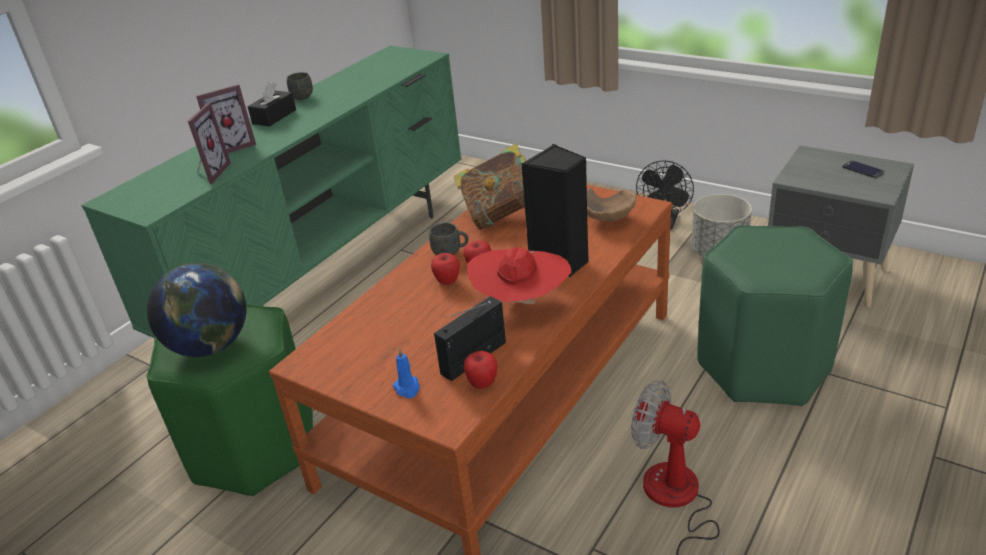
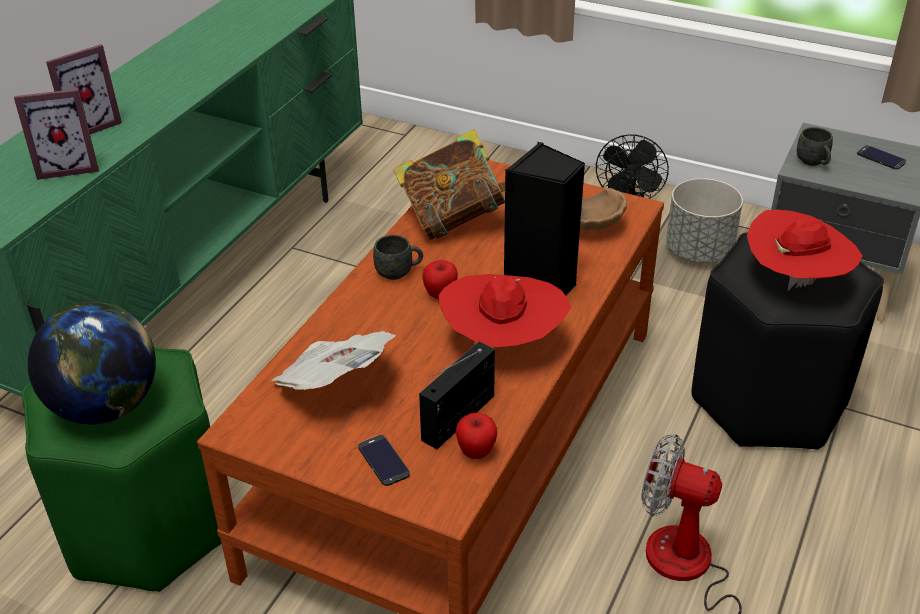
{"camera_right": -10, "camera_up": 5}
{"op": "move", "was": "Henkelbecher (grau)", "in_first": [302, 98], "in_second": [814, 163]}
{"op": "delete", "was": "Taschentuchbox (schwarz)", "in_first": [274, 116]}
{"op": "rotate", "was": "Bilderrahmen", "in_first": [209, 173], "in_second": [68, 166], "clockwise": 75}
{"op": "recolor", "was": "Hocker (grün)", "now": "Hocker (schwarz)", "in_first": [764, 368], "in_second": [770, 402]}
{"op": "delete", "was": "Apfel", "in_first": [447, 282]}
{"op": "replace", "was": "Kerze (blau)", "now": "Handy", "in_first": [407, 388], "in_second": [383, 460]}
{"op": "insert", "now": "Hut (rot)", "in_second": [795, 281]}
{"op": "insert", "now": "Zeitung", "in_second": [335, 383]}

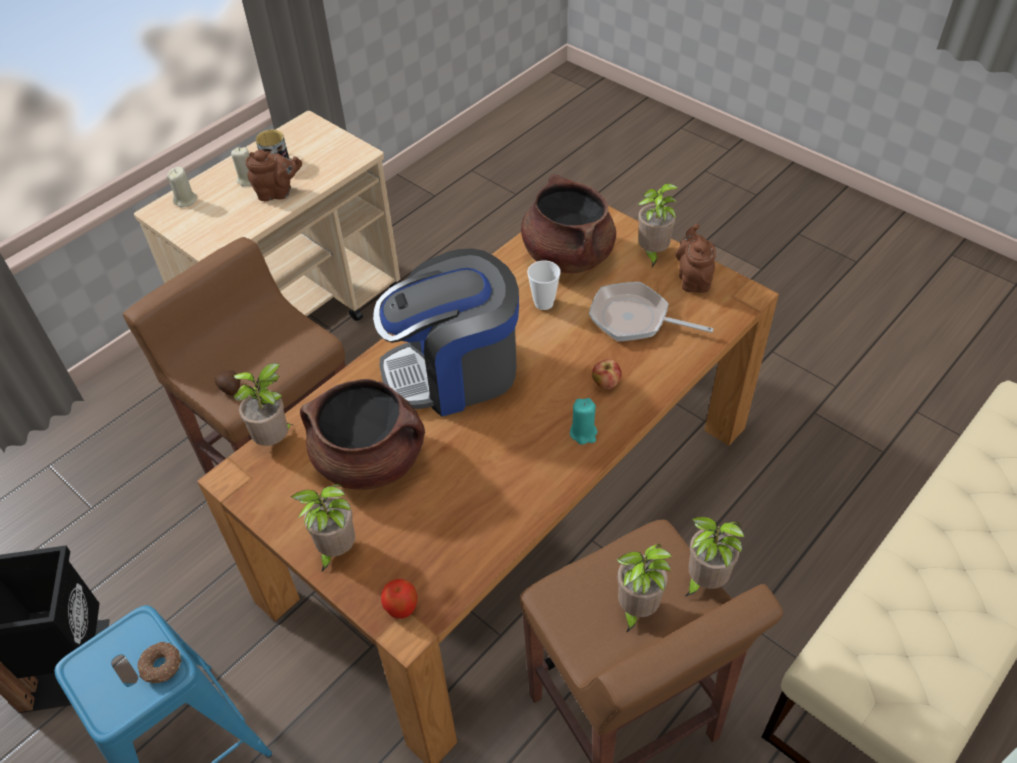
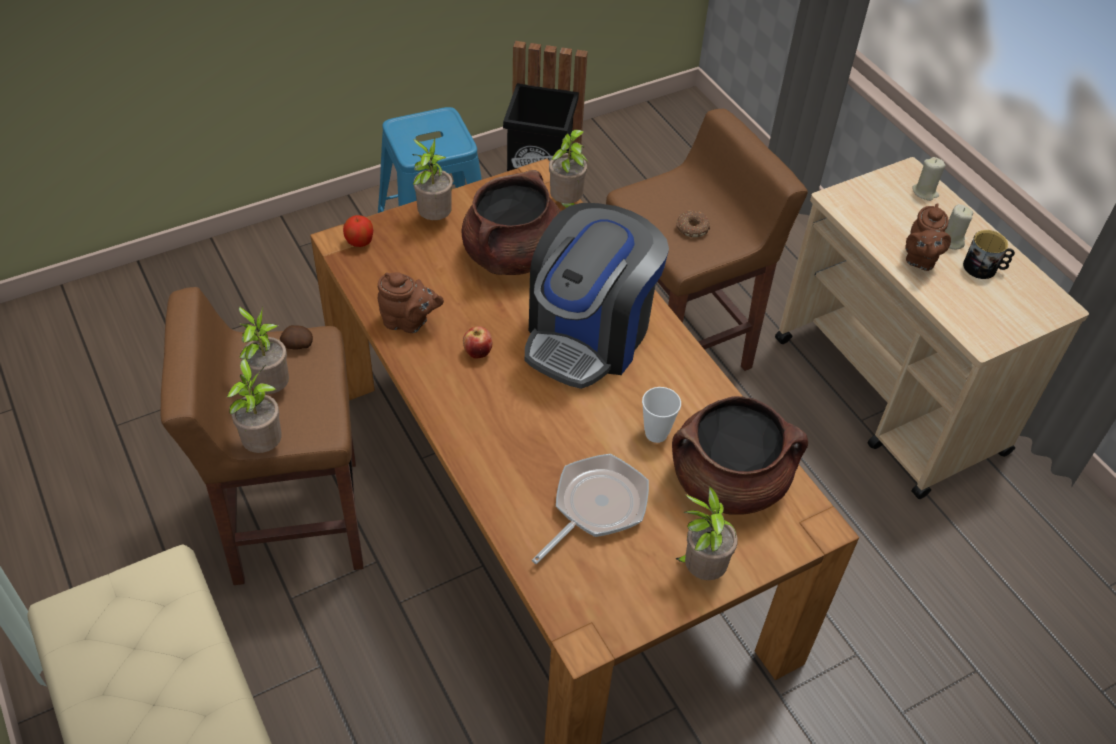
{"camera_right": 105, "camera_up": 0}
{"op": "move", "was": "Teekanne (braun)", "in_first": [693, 279], "in_second": [409, 322]}
{"op": "rotate", "was": "Kaffeemaschine", "in_first": [454, 372], "in_second": [589, 334], "clockwise": -150}
{"op": "move", "was": "Apfel", "in_first": [606, 384], "in_second": [478, 352]}
{"op": "move", "was": "Kartoffel", "in_first": [231, 389], "in_second": [297, 345]}
{"op": "delete", "was": "Kerze (türkis)", "in_first": [583, 433]}
{"op": "move", "was": "Donut", "in_first": [161, 666], "in_second": [691, 228]}

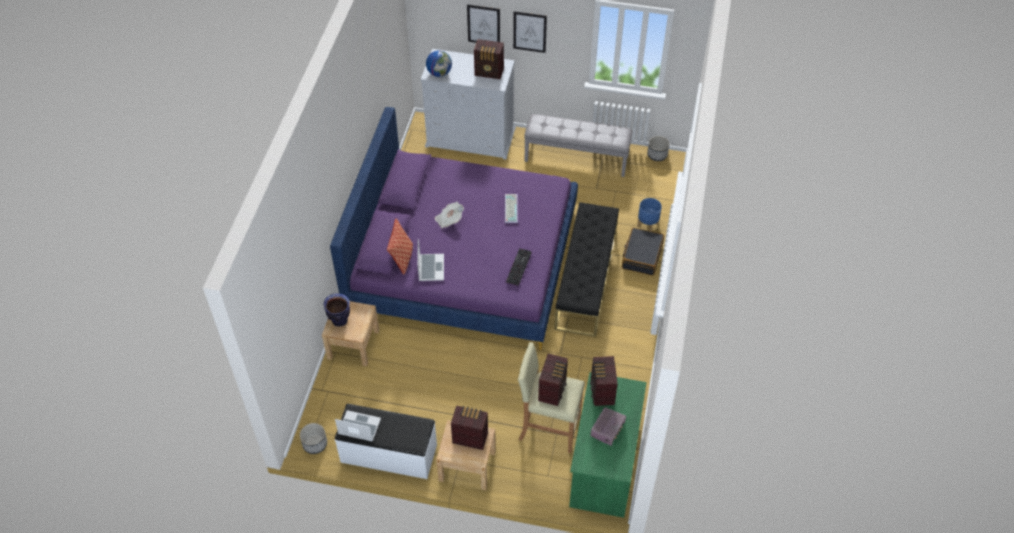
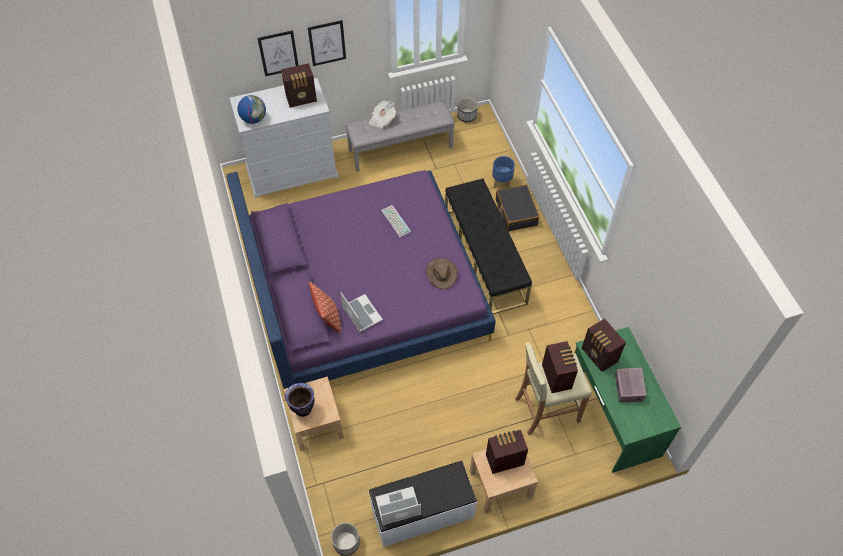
{"camera_right": -30, "camera_up": 5}
{"op": "move", "was": "Zeitung", "in_first": [449, 220], "in_second": [382, 119]}
{"op": "replace", "was": "Tastatur", "now": "Hut (braun)", "in_first": [518, 266], "in_second": [441, 273]}

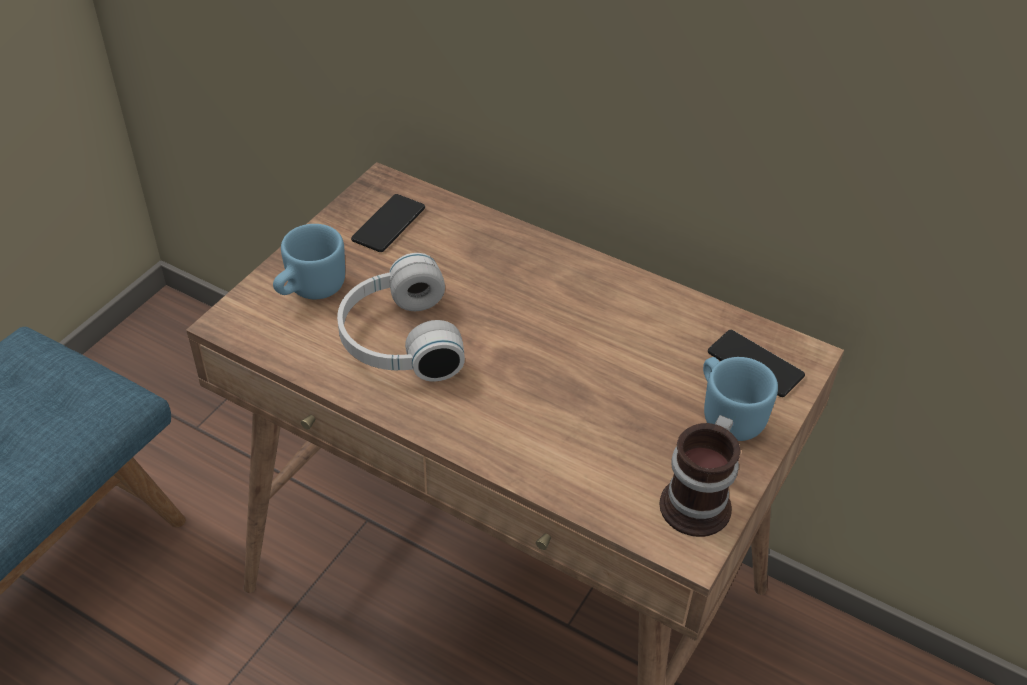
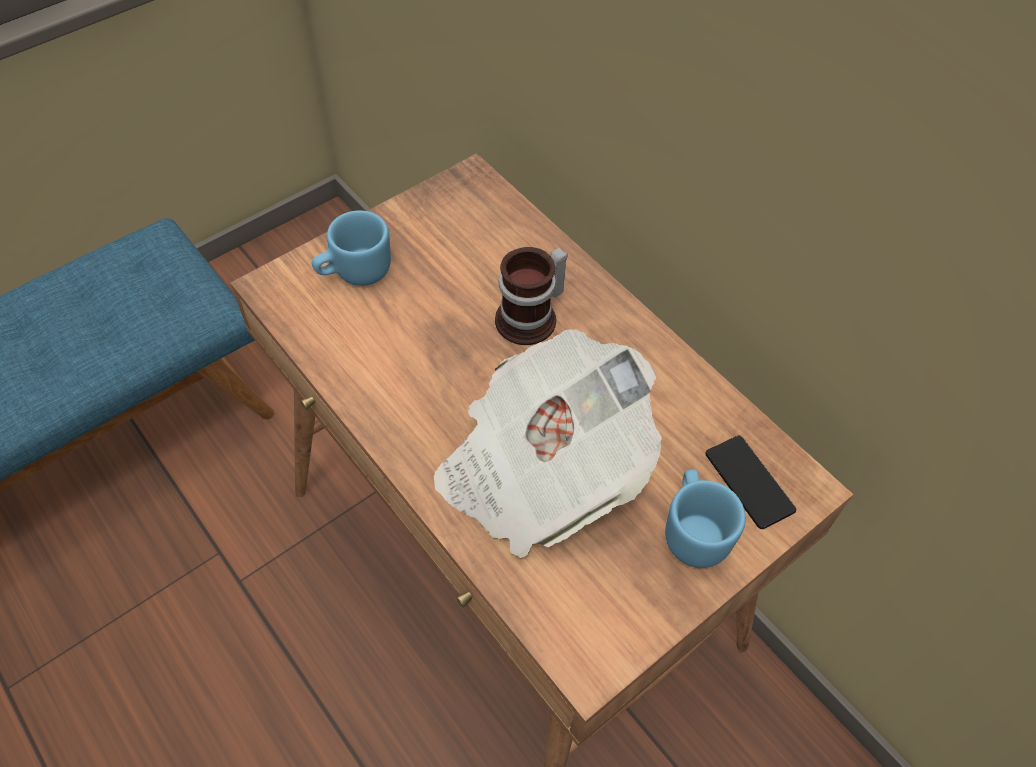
{"camera_right": 20, "camera_up": 10}
{"op": "delete", "was": "Handy", "in_first": [388, 224]}
{"op": "delete", "was": "Kopfhörer (weiß)", "in_first": [397, 339]}
{"op": "move", "was": "Henkelbecher", "in_first": [701, 502], "in_second": [532, 318]}
{"op": "insert", "now": "Zeitung", "in_second": [540, 469]}

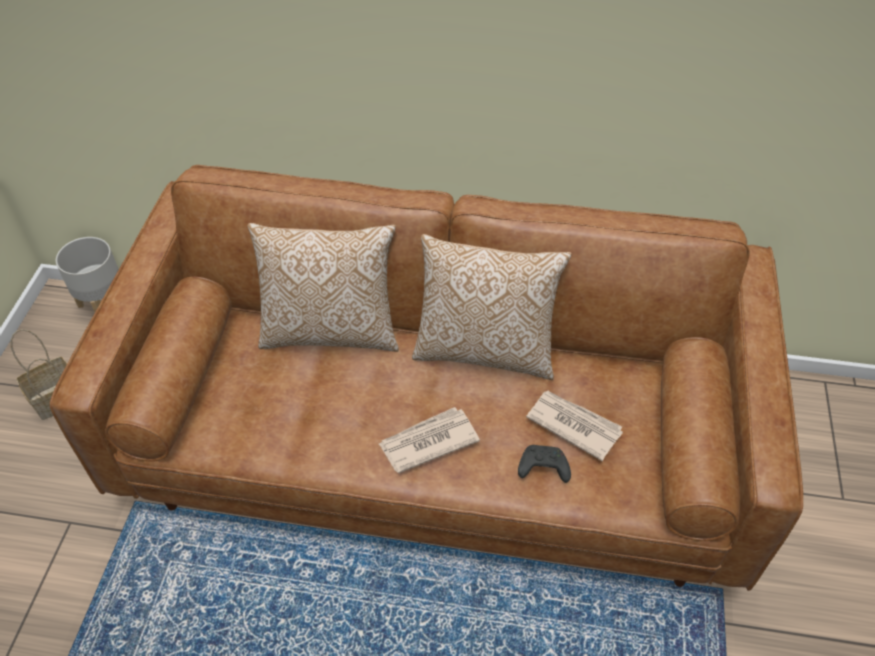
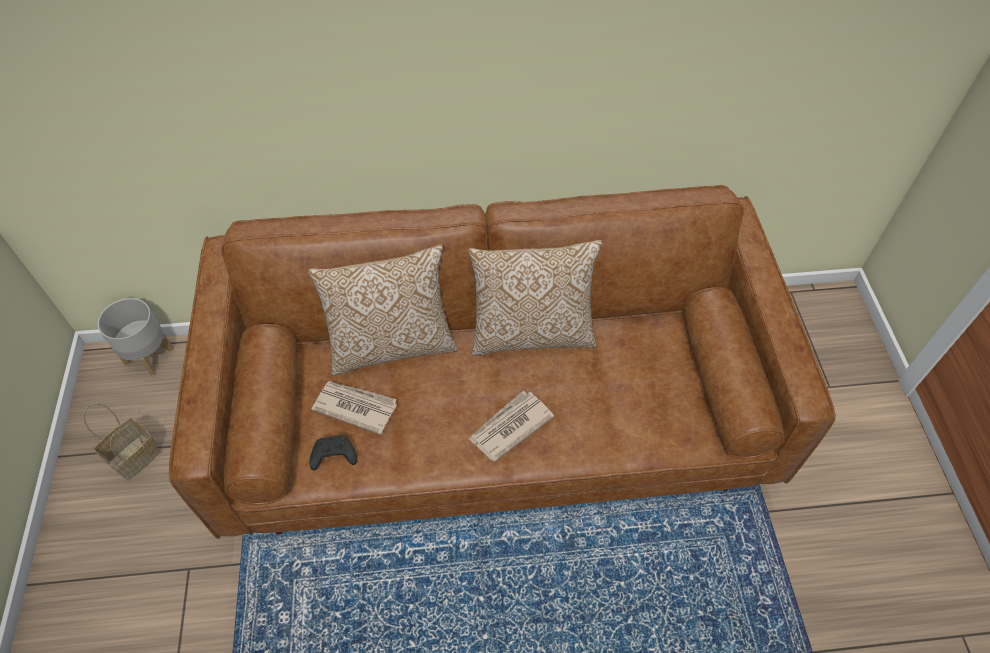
{"camera_right": -15, "camera_up": 5}
{"op": "move", "was": "Zeitung", "in_first": [573, 425], "in_second": [355, 407]}
{"op": "move", "was": "Gamepad (schwarz)", "in_first": [542, 468], "in_second": [333, 456]}

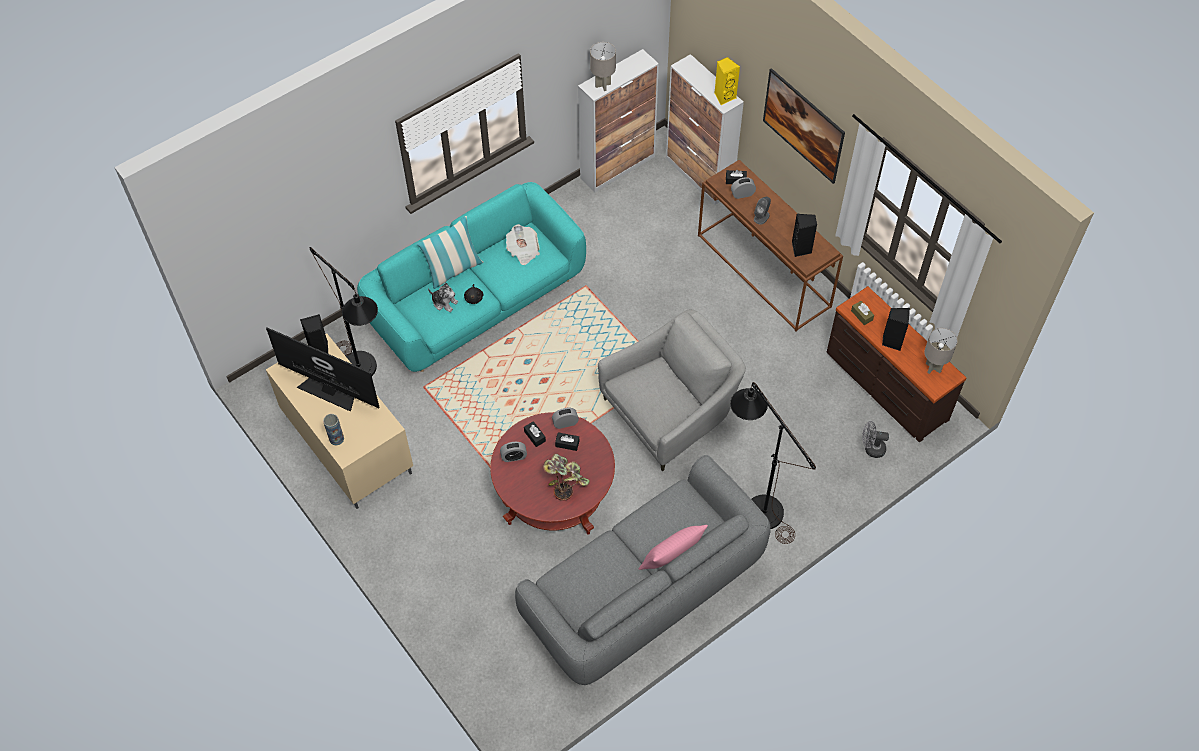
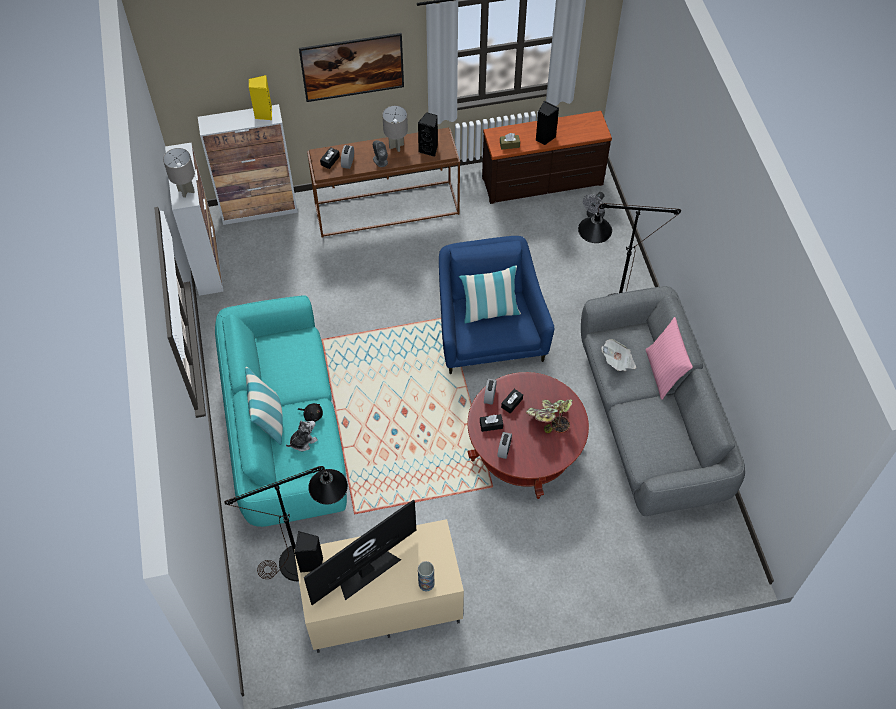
{"camera_right": -65, "camera_up": 0}
{"op": "move", "was": "Zeitung", "in_first": [523, 250], "in_second": [618, 361]}
{"op": "recolor", "was": "Sessel (grau)", "now": "Sessel (blau)", "in_first": [670, 412], "in_second": [489, 331]}
{"op": "move", "was": "Tischlampe (grau)", "in_first": [933, 368], "in_second": [396, 146]}
{"op": "insert", "now": "Kissen", "in_second": [489, 312]}

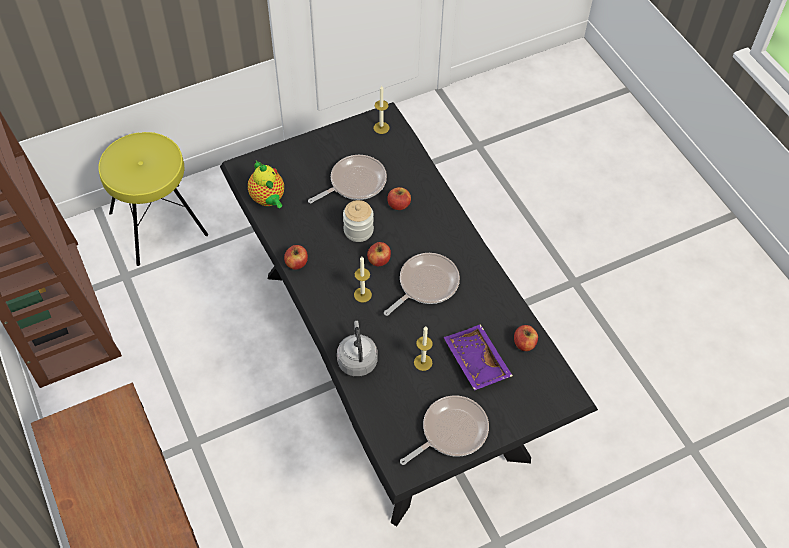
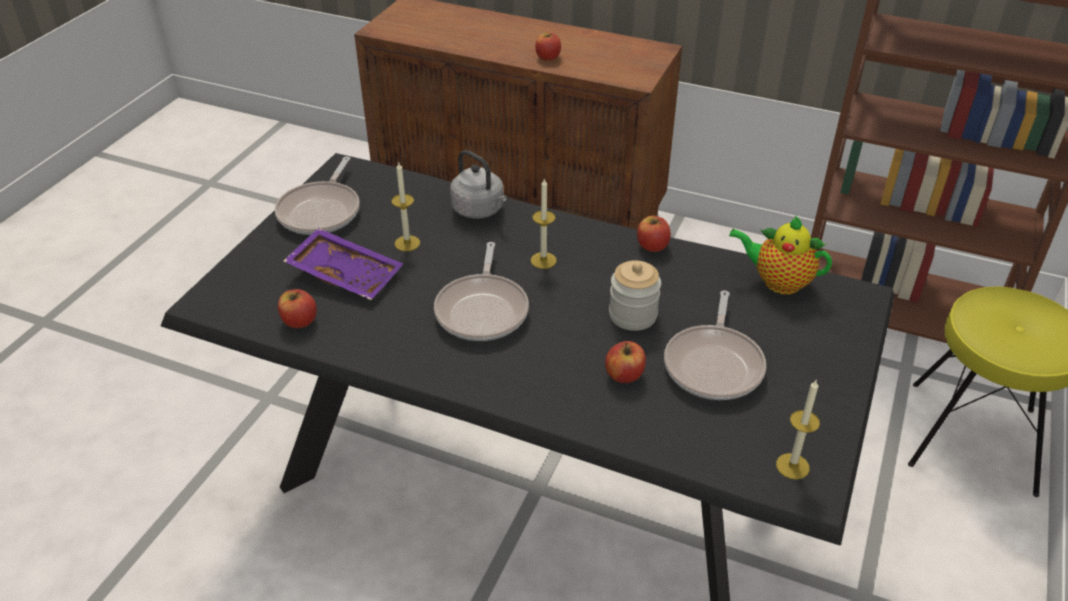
{"camera_right": 140, "camera_up": -15}
{"op": "move", "was": "Apfel", "in_first": [379, 260], "in_second": [548, 57]}

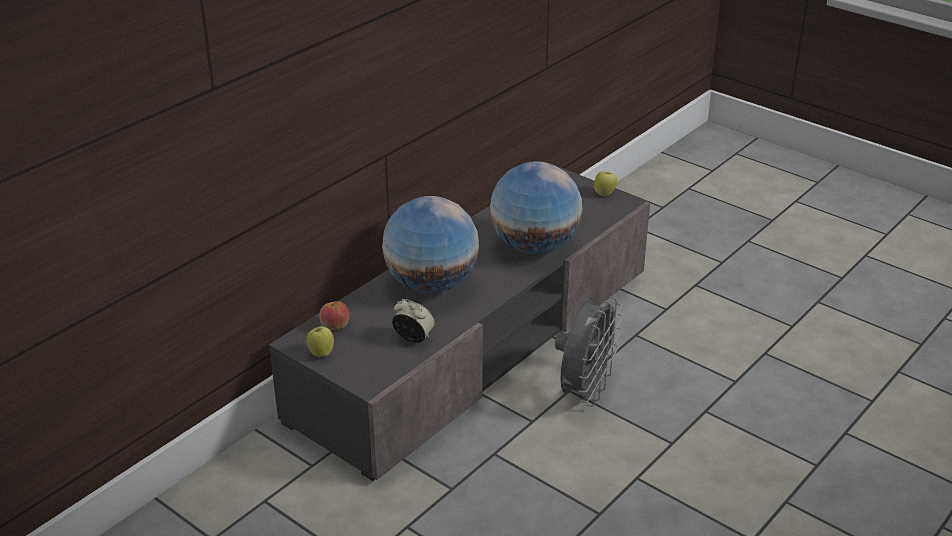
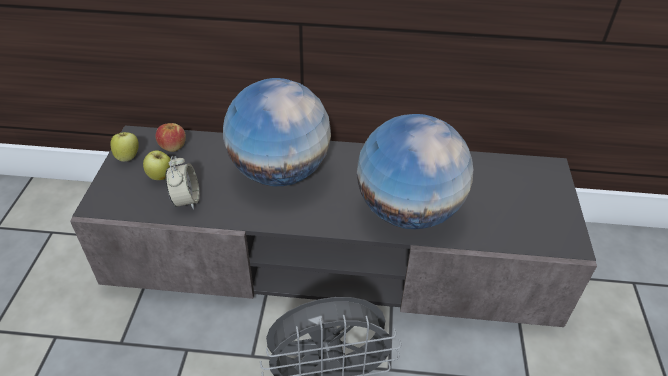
{"camera_right": 55, "camera_up": 10}
{"op": "move", "was": "Apfel", "in_first": [604, 193], "in_second": [160, 177]}

